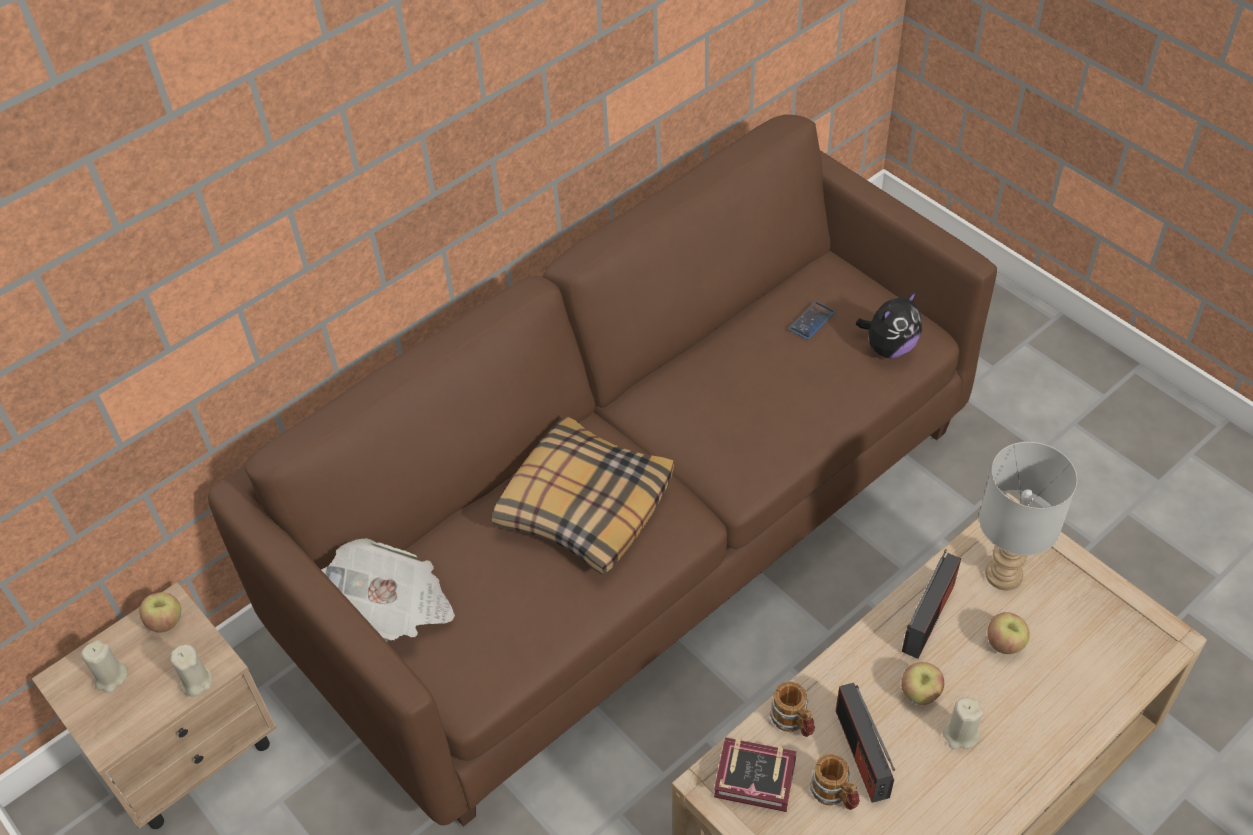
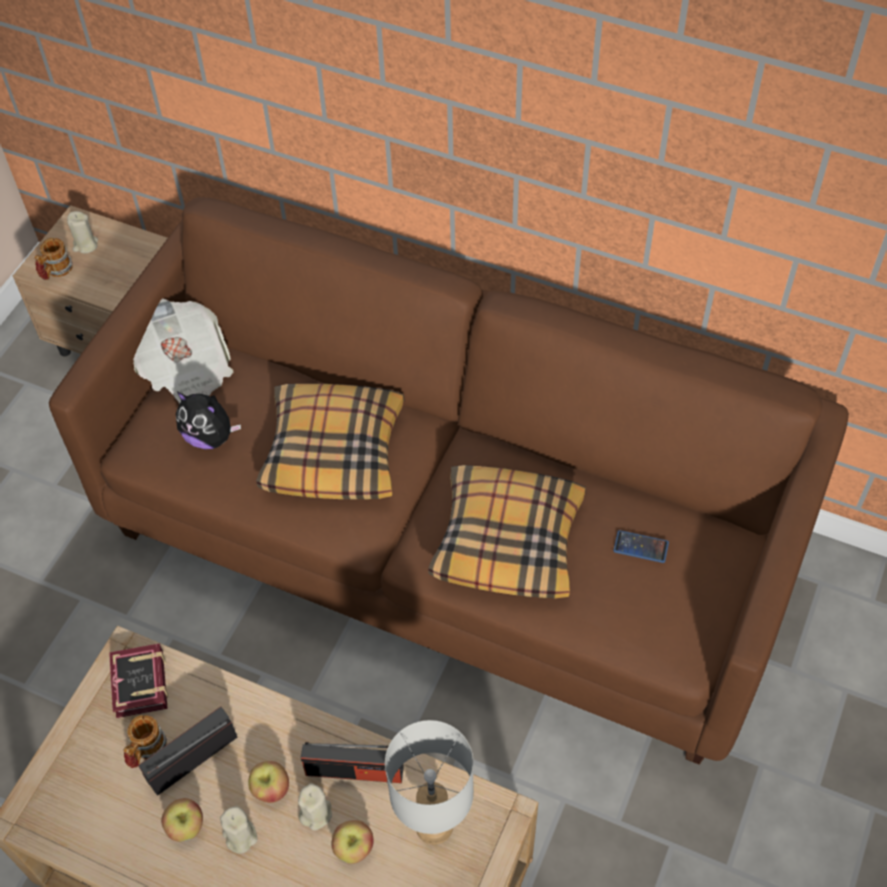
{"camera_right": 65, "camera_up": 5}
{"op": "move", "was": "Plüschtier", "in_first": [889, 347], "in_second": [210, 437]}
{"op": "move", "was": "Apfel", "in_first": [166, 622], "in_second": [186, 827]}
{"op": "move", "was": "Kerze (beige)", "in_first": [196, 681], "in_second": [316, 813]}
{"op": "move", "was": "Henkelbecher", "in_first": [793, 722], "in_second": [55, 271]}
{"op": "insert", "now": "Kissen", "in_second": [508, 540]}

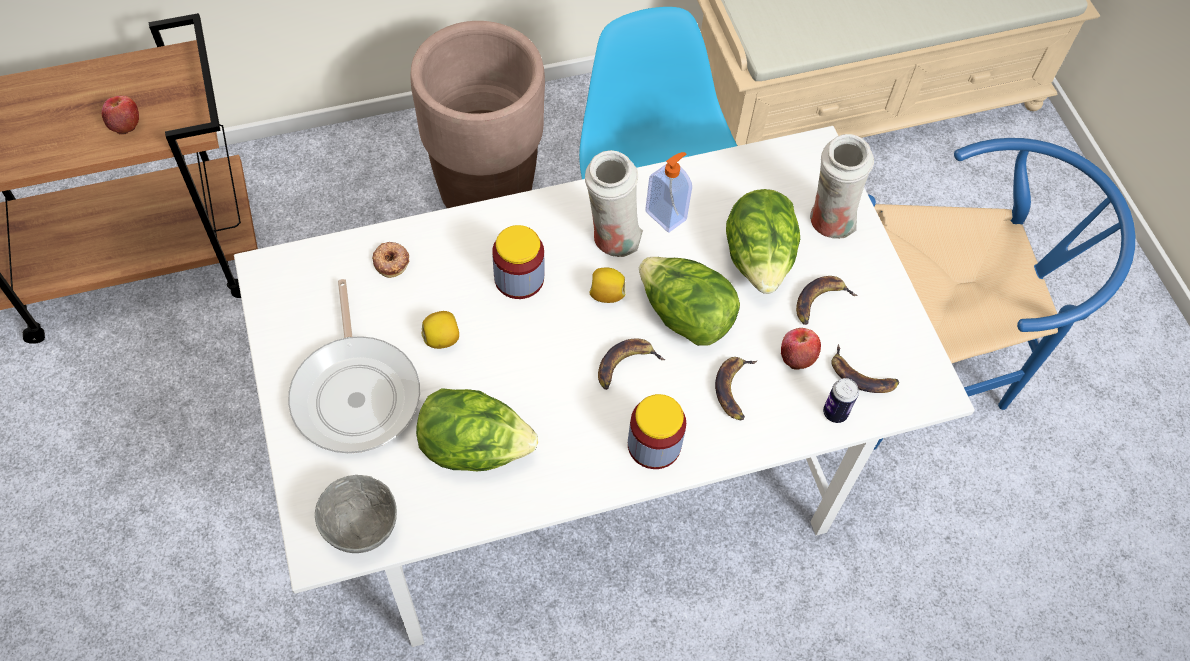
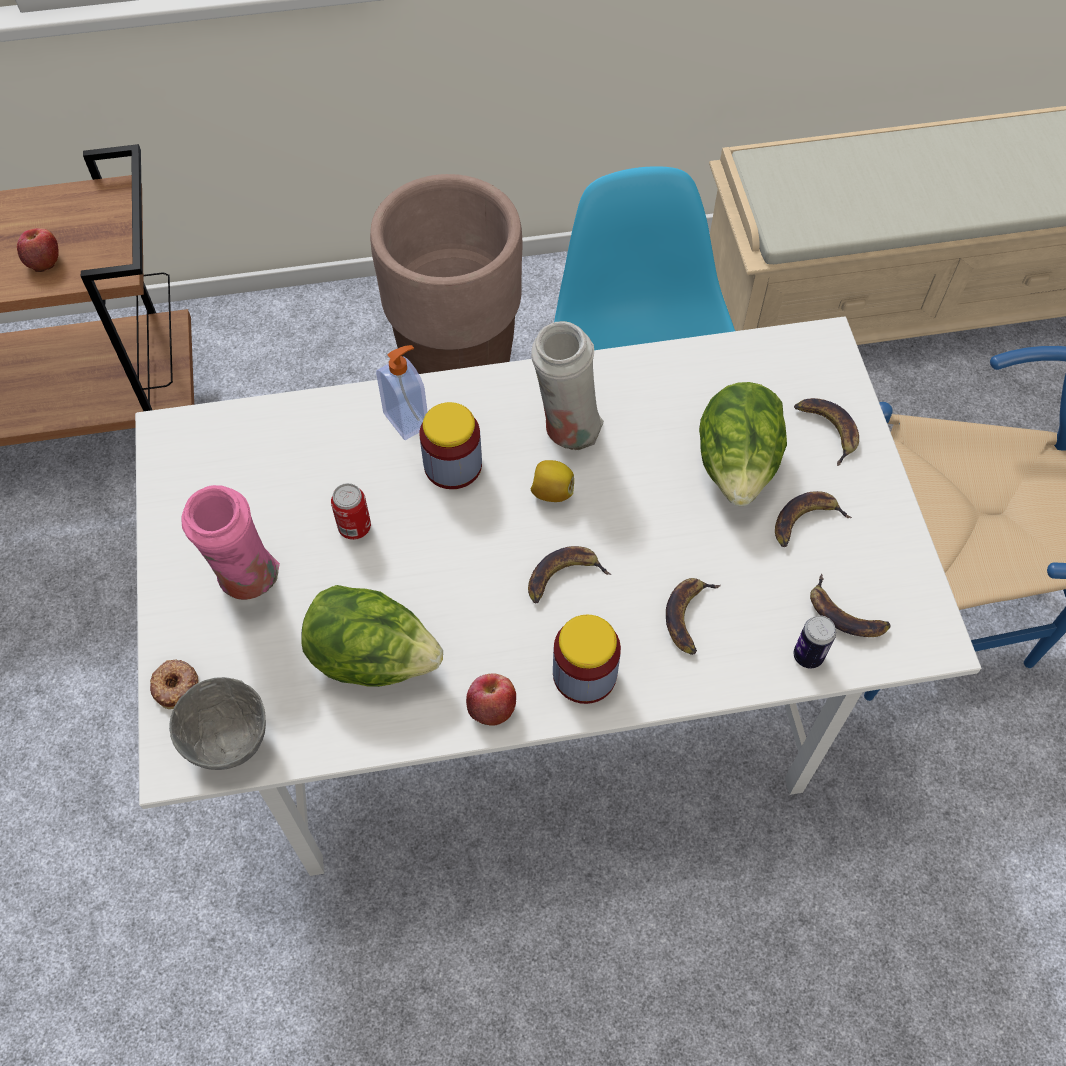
{"camera_right": 10, "camera_up": 0}
{"op": "replace", "was": "Vase (weiß)", "now": "Banane", "in_first": [829, 223], "in_second": [827, 429]}
{"op": "move", "was": "Seifenspender", "in_first": [666, 215], "in_second": [407, 419]}
{"op": "move", "was": "Donut", "in_first": [391, 261], "in_second": [176, 685]}
{"op": "delete", "was": "Salatkopf", "in_first": [684, 317]}
{"op": "replace", "was": "Pfanne", "now": "Vase (rosa)", "in_first": [356, 392], "in_second": [247, 580]}
{"op": "replace", "was": "Zitrone", "now": "Dose", "in_first": [442, 338], "in_second": [354, 527]}
{"op": "move", "was": "Apfel", "in_first": [797, 356], "in_second": [491, 707]}

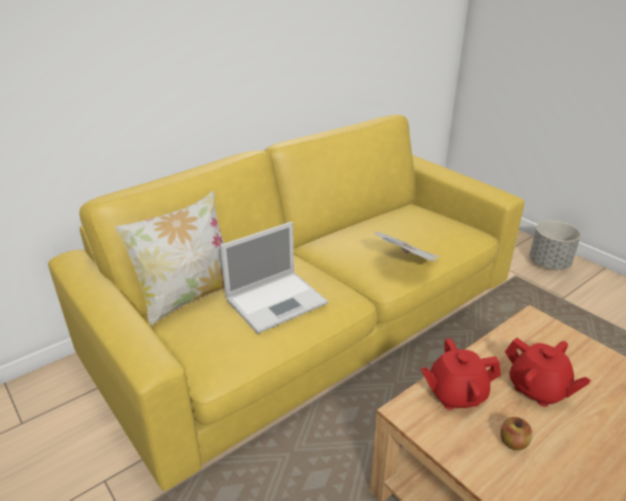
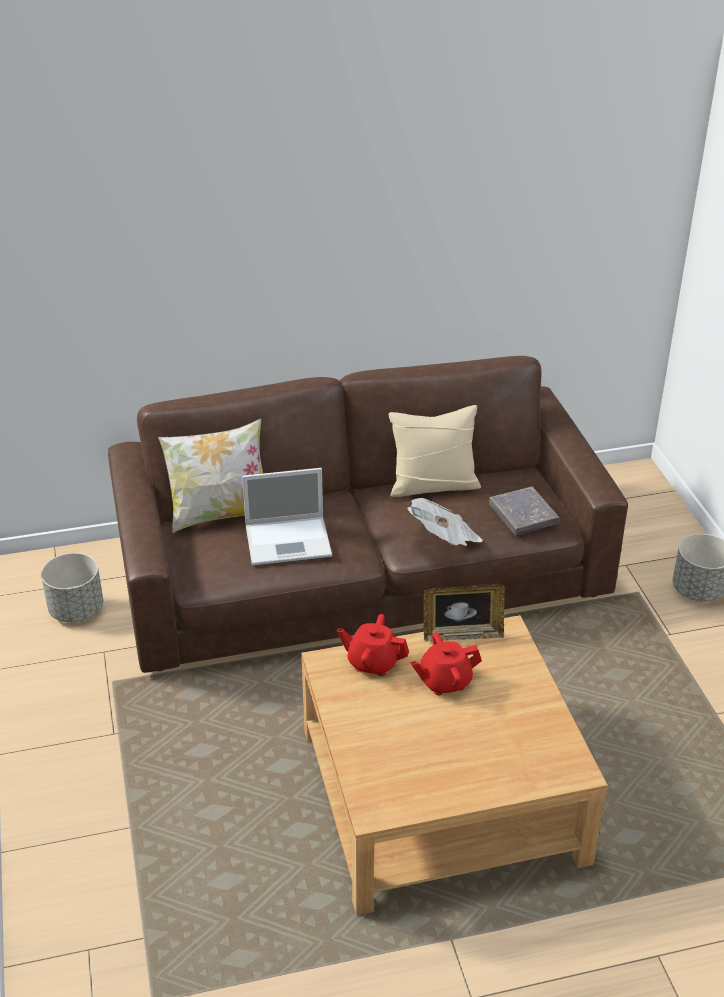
{"camera_right": 25, "camera_up": 5}
{"op": "recolor", "was": "Sofa (gelb)", "now": "Sofa (braun)", "in_first": [312, 319], "in_second": [361, 571]}
{"op": "rotate", "was": "Teekanne (rot)", "in_first": [537, 389], "in_second": [444, 681], "clockwise": 90}
{"op": "delete", "was": "Apfel", "in_first": [513, 442]}
{"op": "insert", "now": "Kissen (beige)", "in_second": [433, 485]}
{"op": "insert", "now": "Buch (grau)", "in_second": [523, 515]}
{"op": "insert", "now": "Pflanzkübel (grau)", "in_second": [76, 610]}
{"op": "insert", "now": "Bilderrahmen", "in_second": [462, 634]}

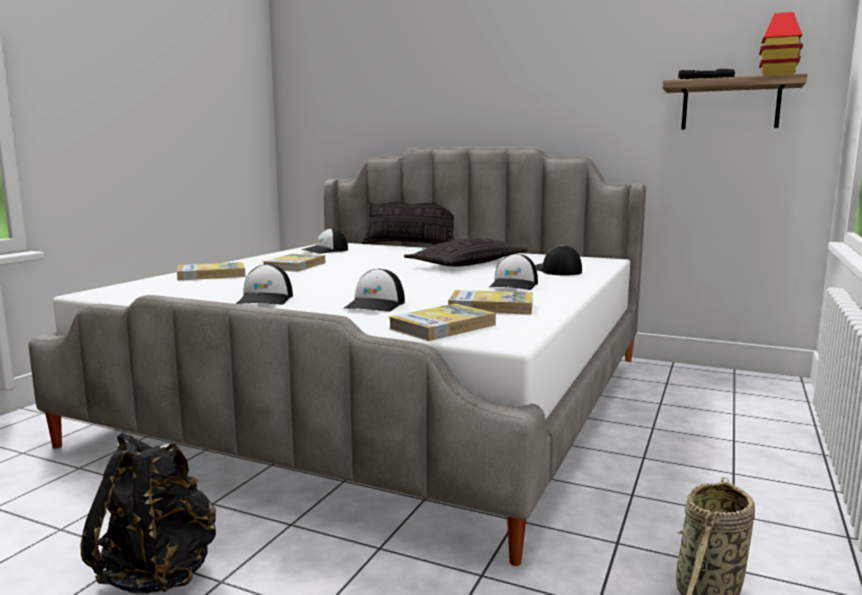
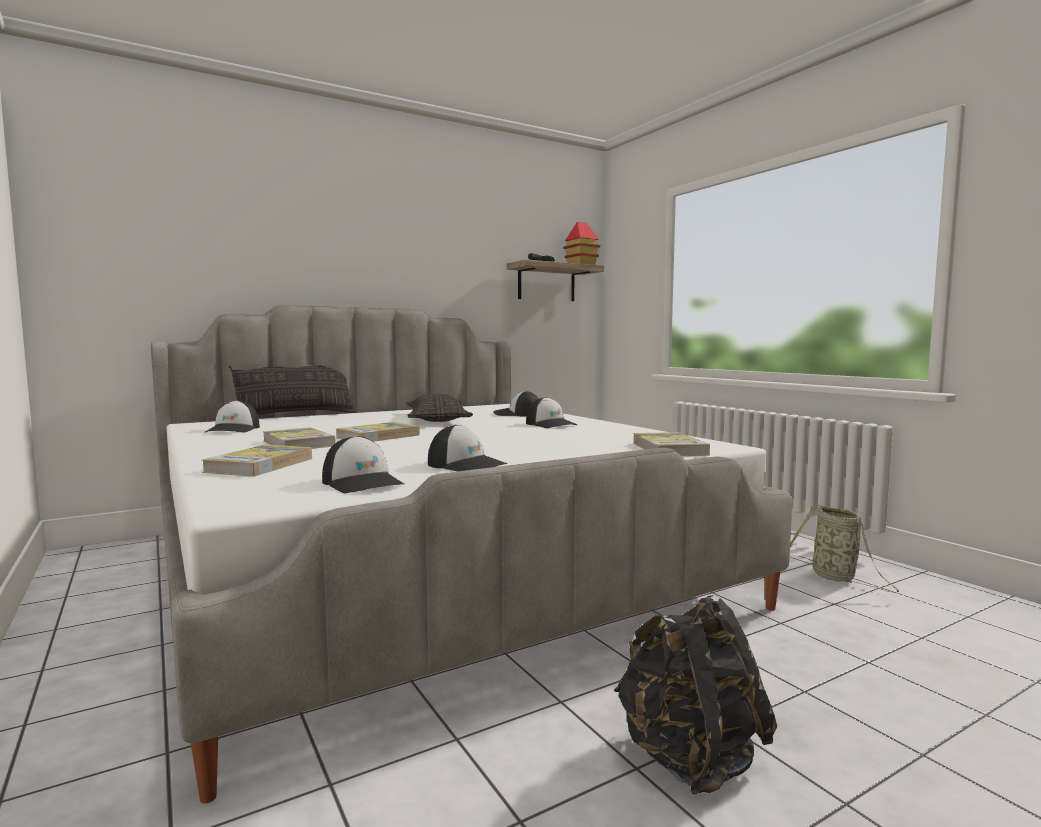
{"camera_right": -55, "camera_up": -5}
{"op": "move", "was": "Kappe", "in_first": [376, 305], "in_second": [363, 483]}
{"op": "move", "was": "Buch", "in_first": [491, 307], "in_second": [378, 436]}

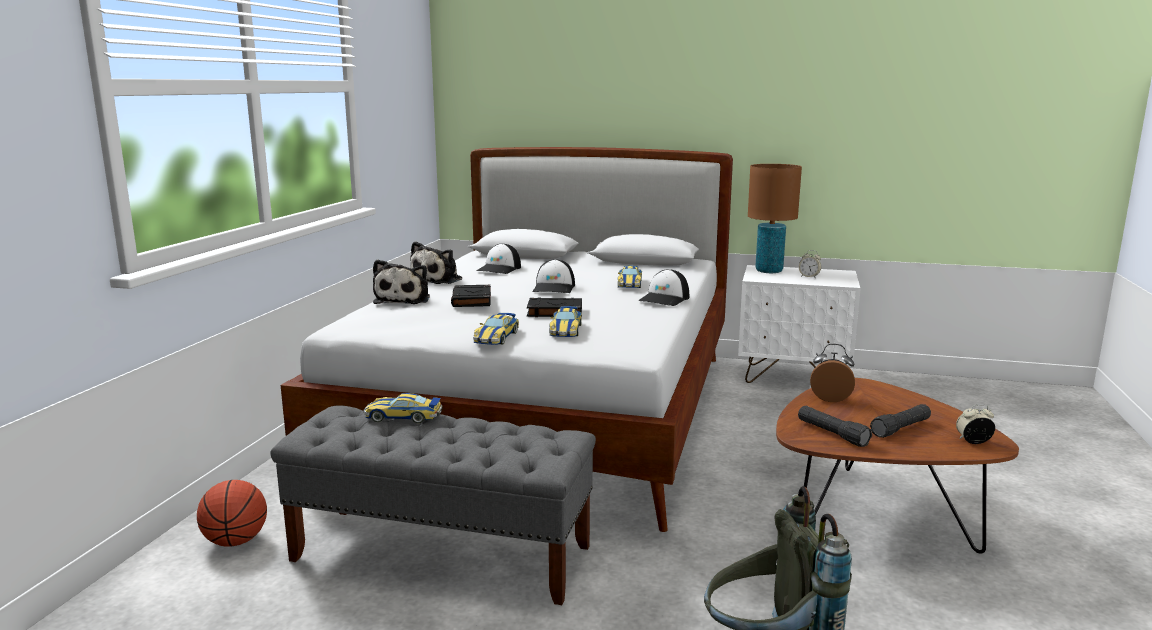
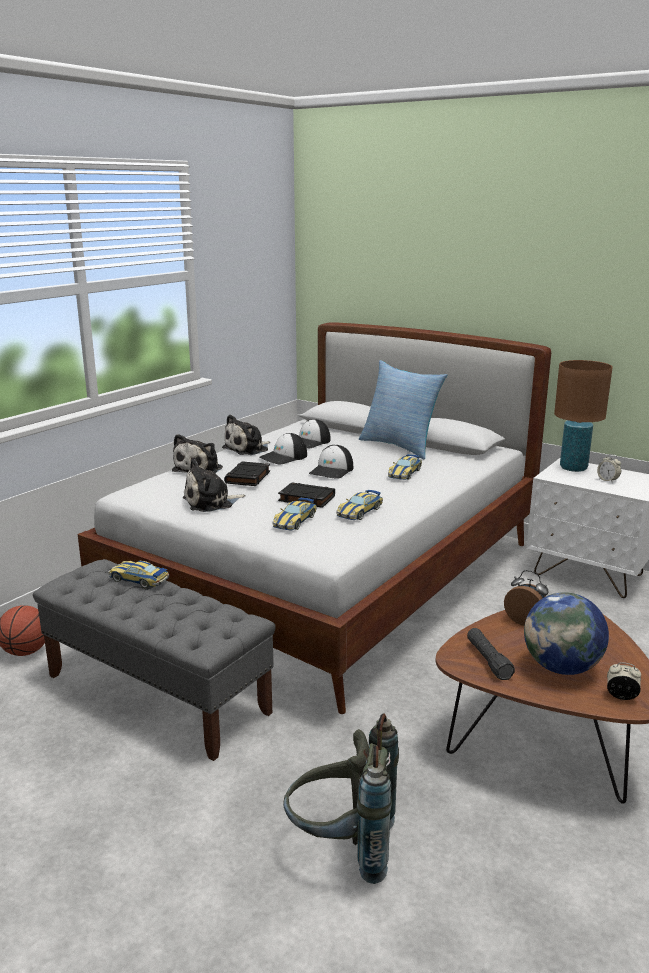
{"camera_right": 20, "camera_up": 5}
{"op": "move", "was": "Kappe", "in_first": [665, 299], "in_second": [284, 457]}
{"op": "move", "was": "Spielzeugauto", "in_first": [497, 337], "in_second": [359, 511]}
{"op": "replace", "was": "Taschenlampe (schwarz)", "now": "Globus", "in_first": [901, 429], "in_second": [561, 667]}
{"op": "insert", "now": "Kissen", "in_second": [400, 446]}
{"op": "insert", "now": "Plüschtier", "in_second": [211, 502]}

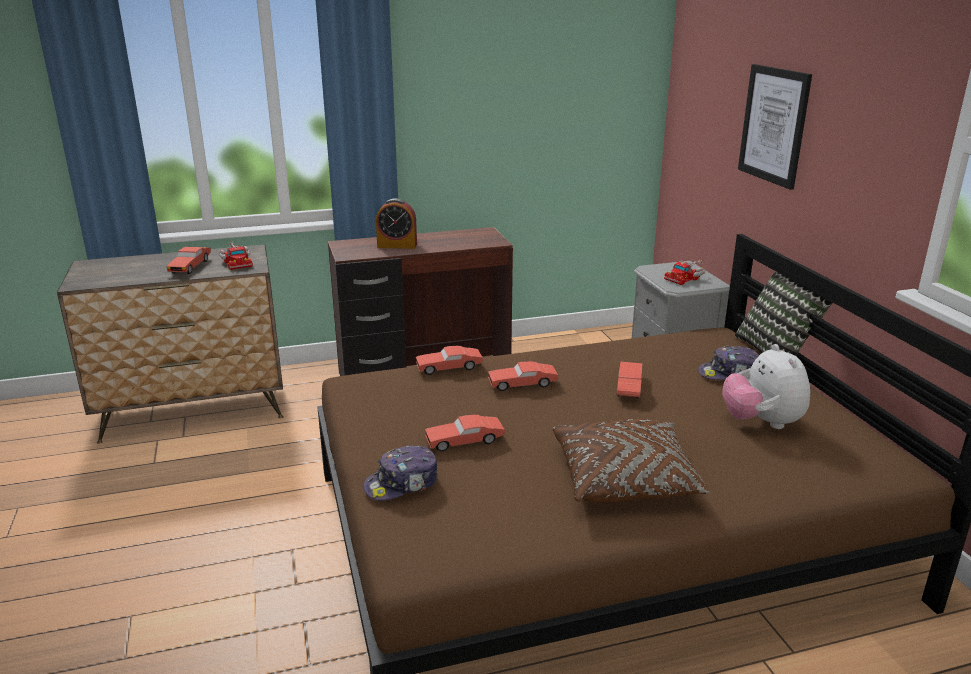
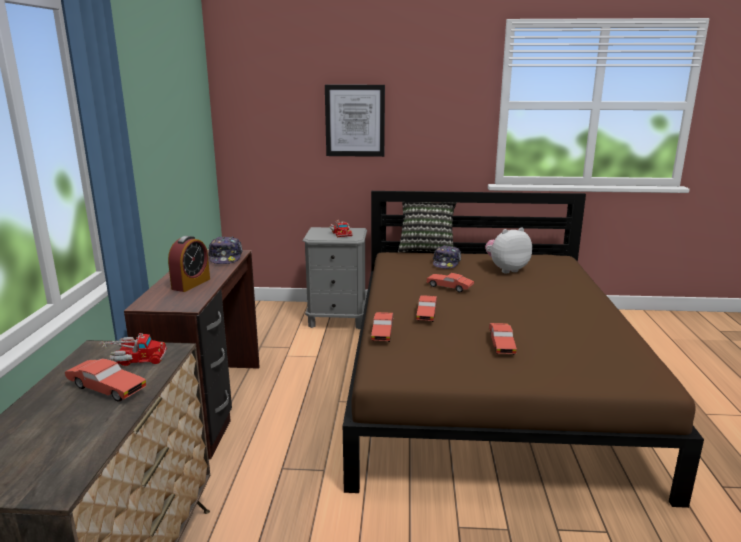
{"camera_right": -70, "camera_up": -5}
{"op": "rotate", "was": "Plüschtier", "in_first": [762, 422], "in_second": [506, 269], "clockwise": 150}
{"op": "delete", "was": "Kissen (braun)", "in_first": [625, 479]}
{"op": "move", "was": "Kappe", "in_first": [402, 484], "in_second": [226, 258]}

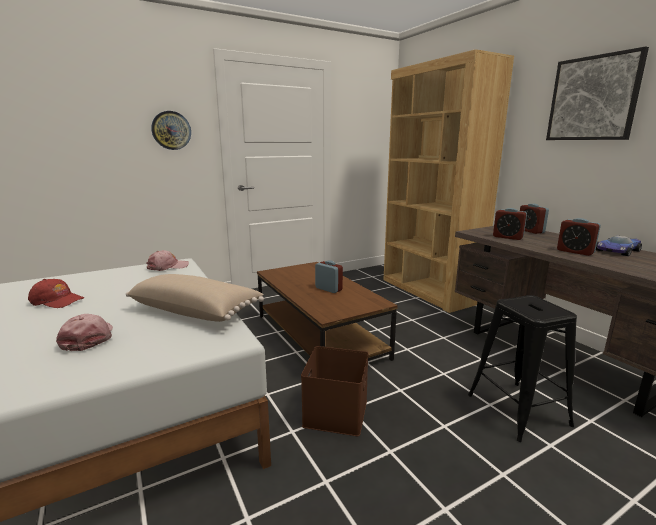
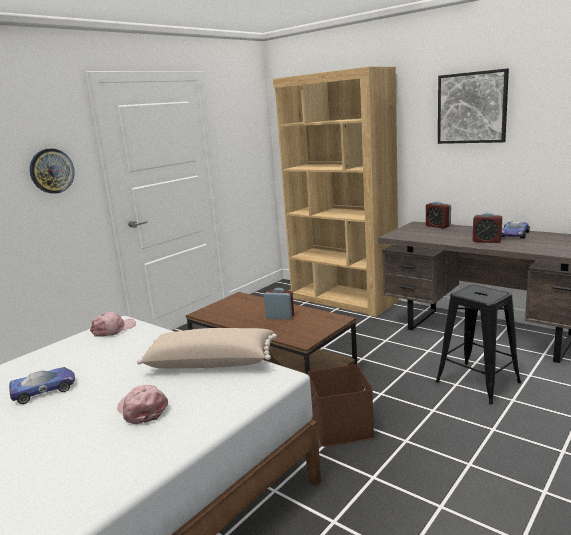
{"camera_right": -20, "camera_up": 0}
{"op": "delete", "was": "Wecker", "in_first": [507, 237]}
{"op": "replace", "was": "Kappe (rot)", "now": "Spielzeugauto", "in_first": [57, 300], "in_second": [44, 389]}

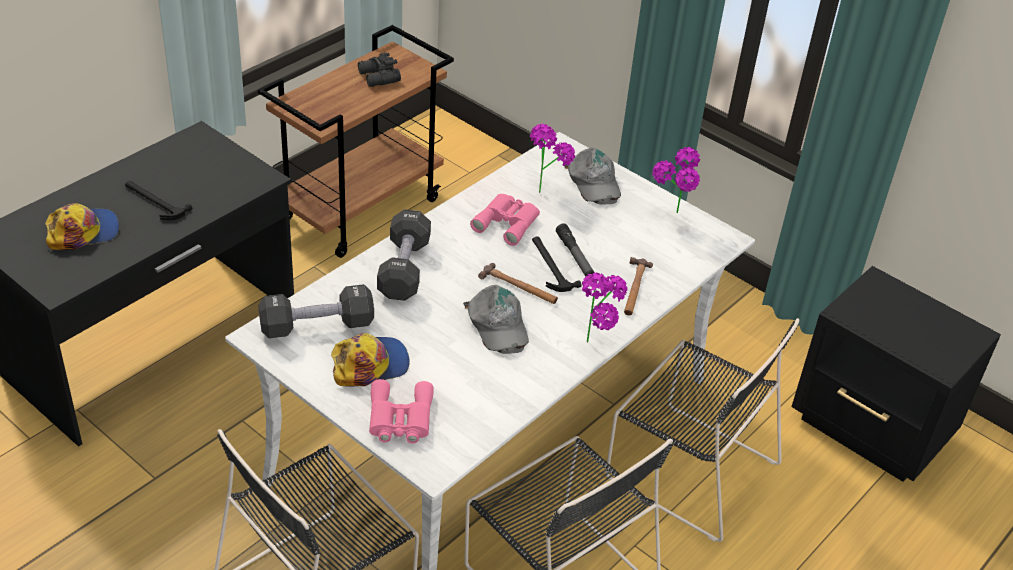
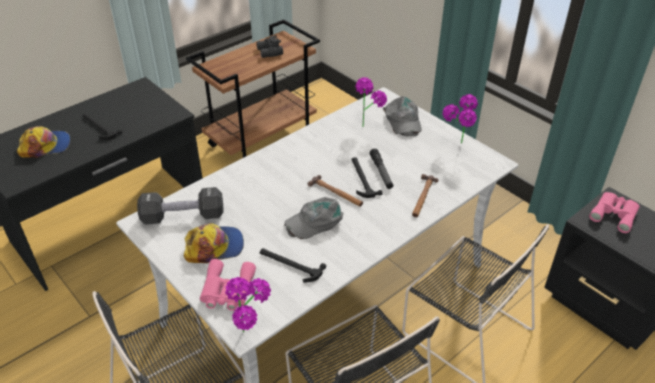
{"camera_right": 10, "camera_up": 0}
{"op": "move", "was": "Fernglas (rosa)", "in_first": [508, 222], "in_second": [614, 214]}
{"op": "delete", "was": "Hantel (schwarz)", "in_first": [404, 269]}
{"op": "move", "was": "Topfpflanze", "in_first": [598, 343], "in_second": [252, 334]}
{"op": "rotate", "was": "Kappe (grau)", "in_first": [497, 325], "in_second": [315, 221], "clockwise": 75}
{"op": "insert", "now": "Hammer", "in_second": [290, 265]}

